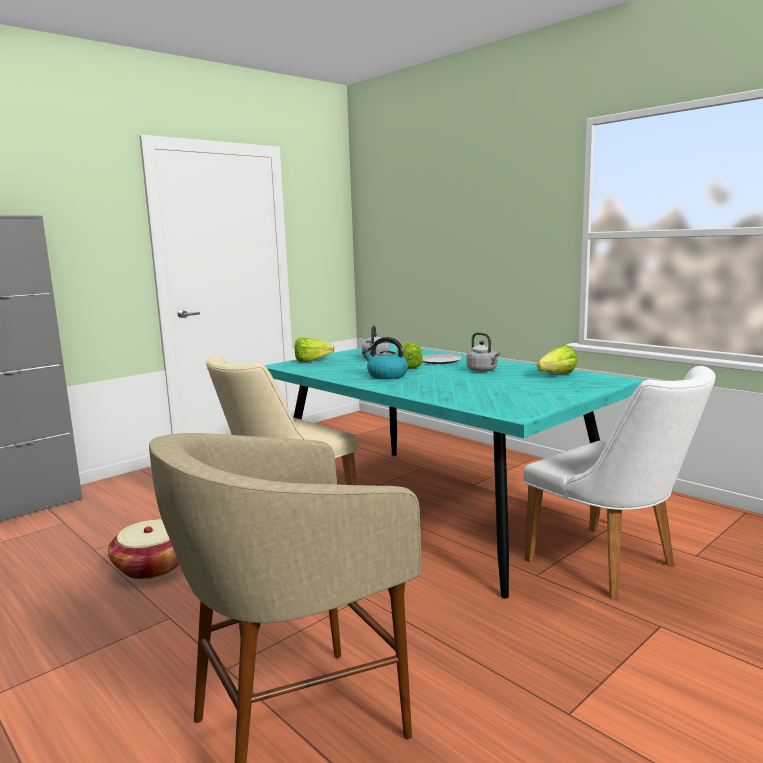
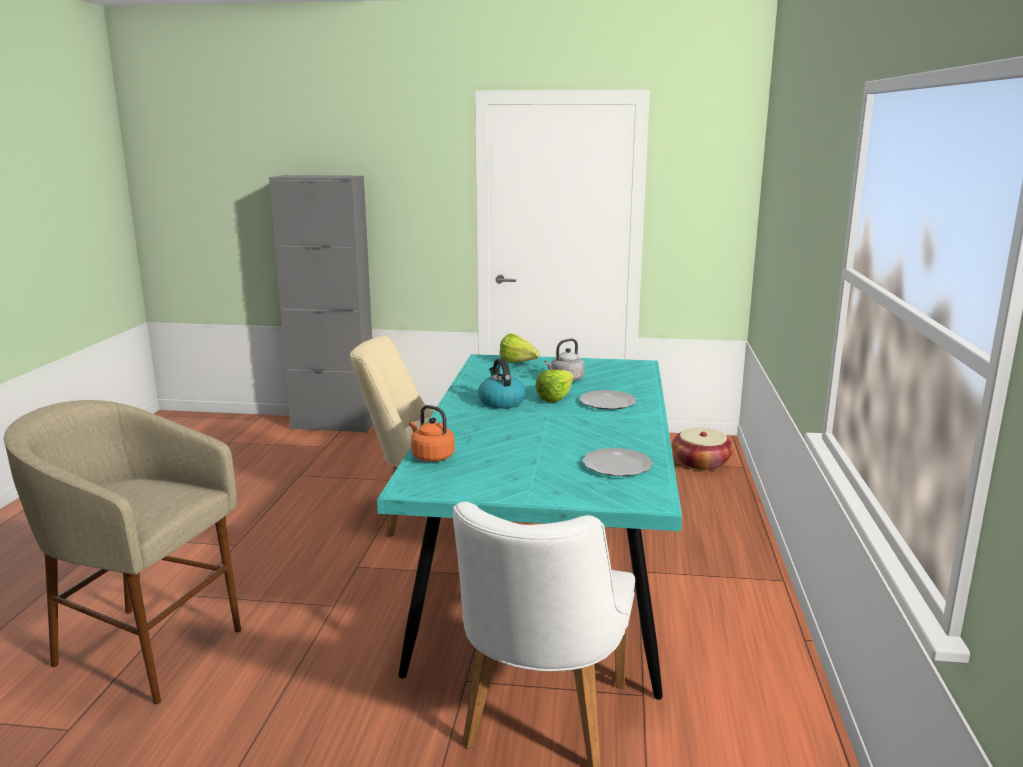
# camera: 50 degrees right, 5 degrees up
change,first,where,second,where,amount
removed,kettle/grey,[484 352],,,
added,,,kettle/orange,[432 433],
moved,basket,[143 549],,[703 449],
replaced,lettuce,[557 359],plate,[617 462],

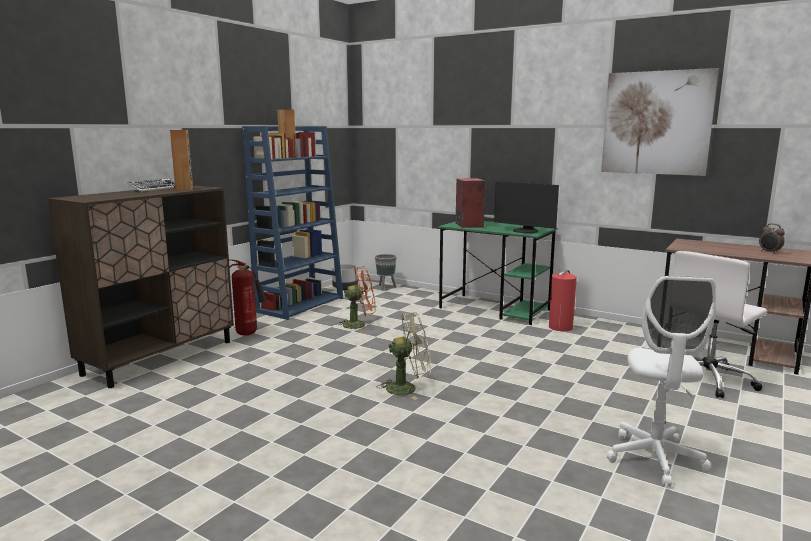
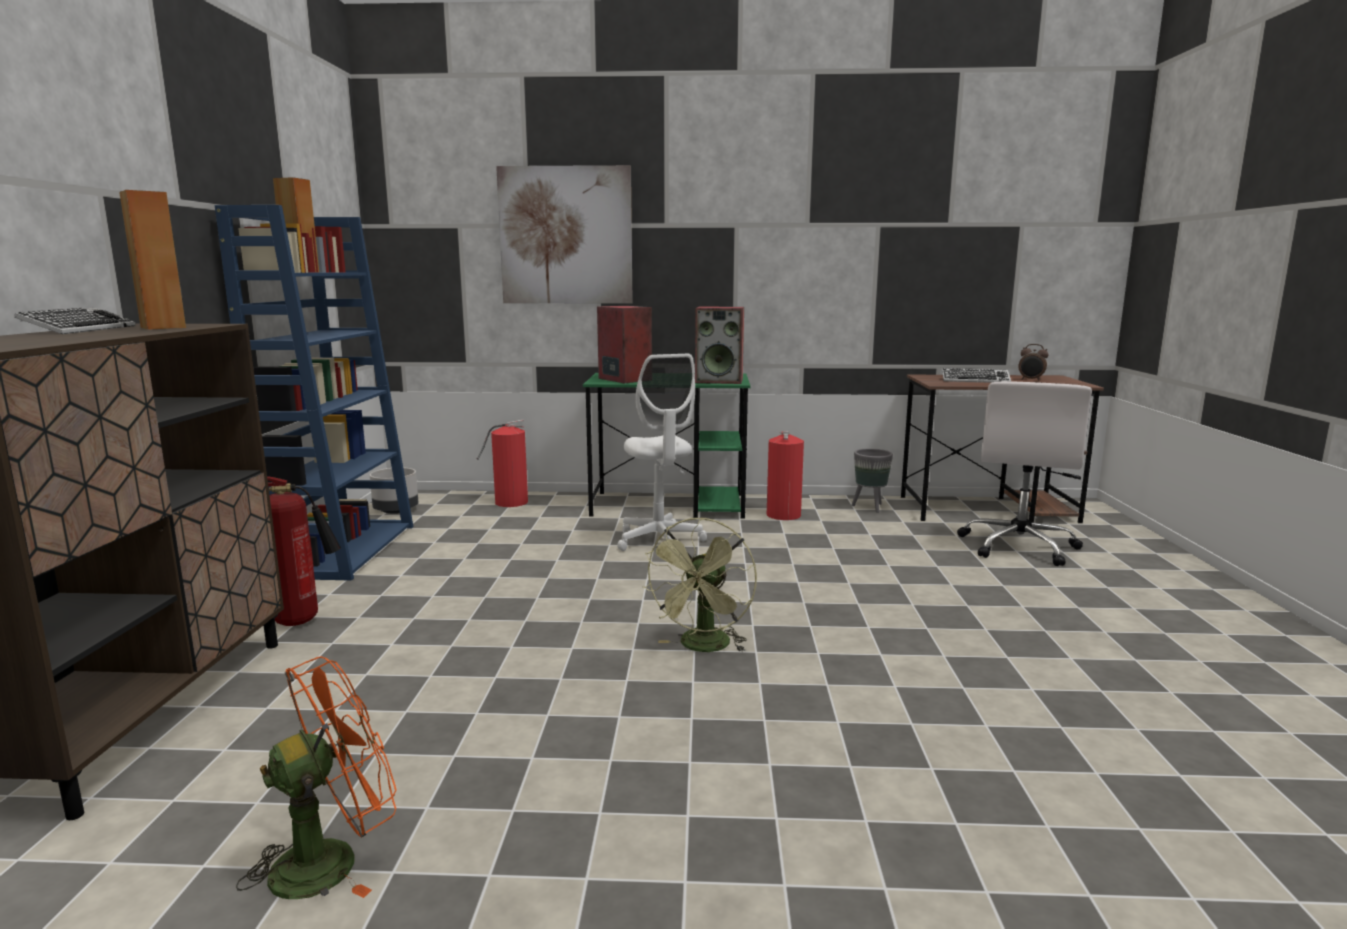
# camera: 30 degrees left, 0 degrees up
change,first,where,second,where,amount
added,,,fire extinguisher,[502 463],
added,,,keyboard,[976 375],
moved,fan/orange,[356 298],,[316 777],
moved,planter/grey,[385 272],,[872 481],
moved,picture,[660 122],,[564 234],
moved,office chair/white,[661 381],,[662 452],
replaced,monitor,[526 207],speaker,[719 345],
turned,fan/green,[404 356],,[700 584],150 degrees clockwise

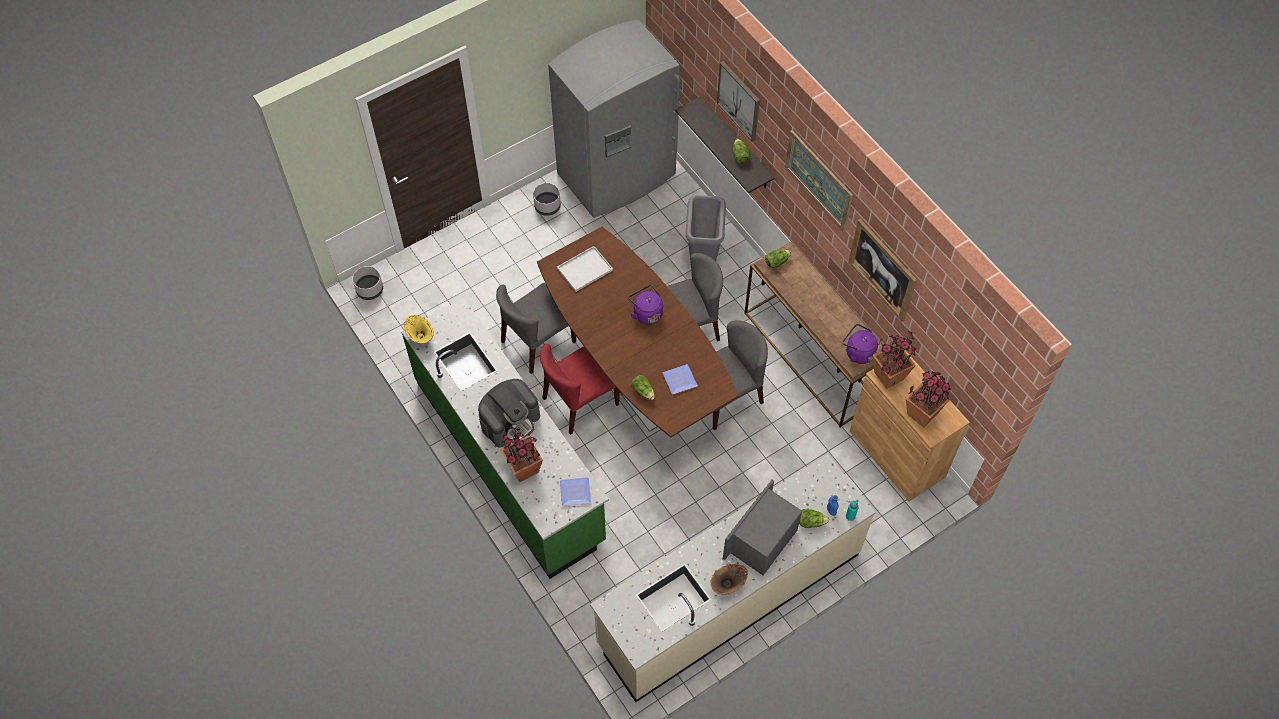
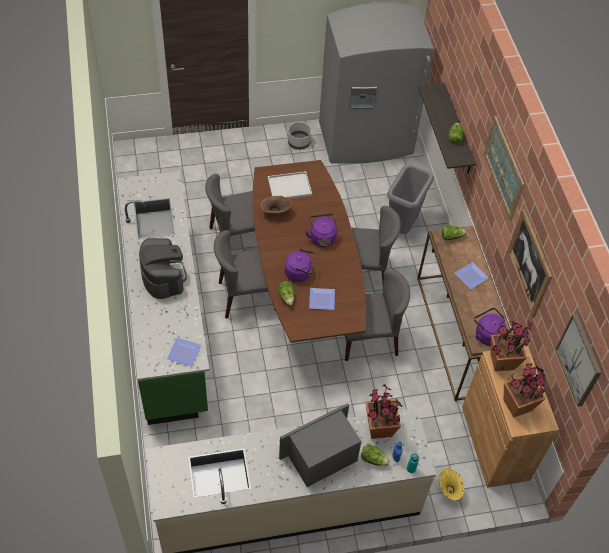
# camera: 20 degrees right, 5 degrees down
change,first,where,second,where,amount
removed,planter/grey,[367 283],,,
added,,,kettle/purple,[299 265],
added,,,plate,[472 275],
moved,vase/yellow,[419 330],,[452 484],
moved,potted plant,[521 455],,[384 411],
moved,vase/brown,[729 579],,[276 206],
moved,picture,[738 101],,[578 360],
recoloured,chair/red,[580 389],chair/grey,[245 274],
turned,coffee machine,[509 413],,[163 268],90 degrees counterclockwise

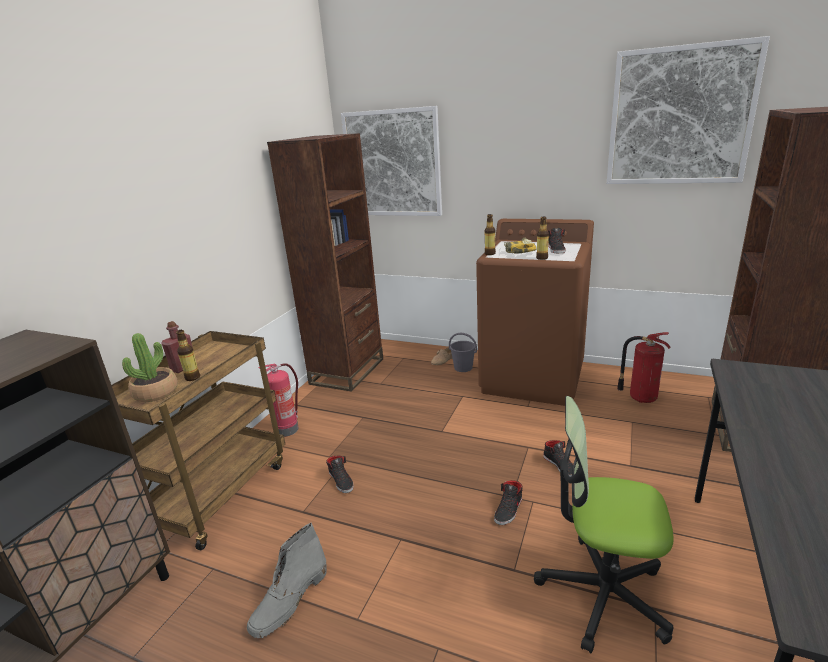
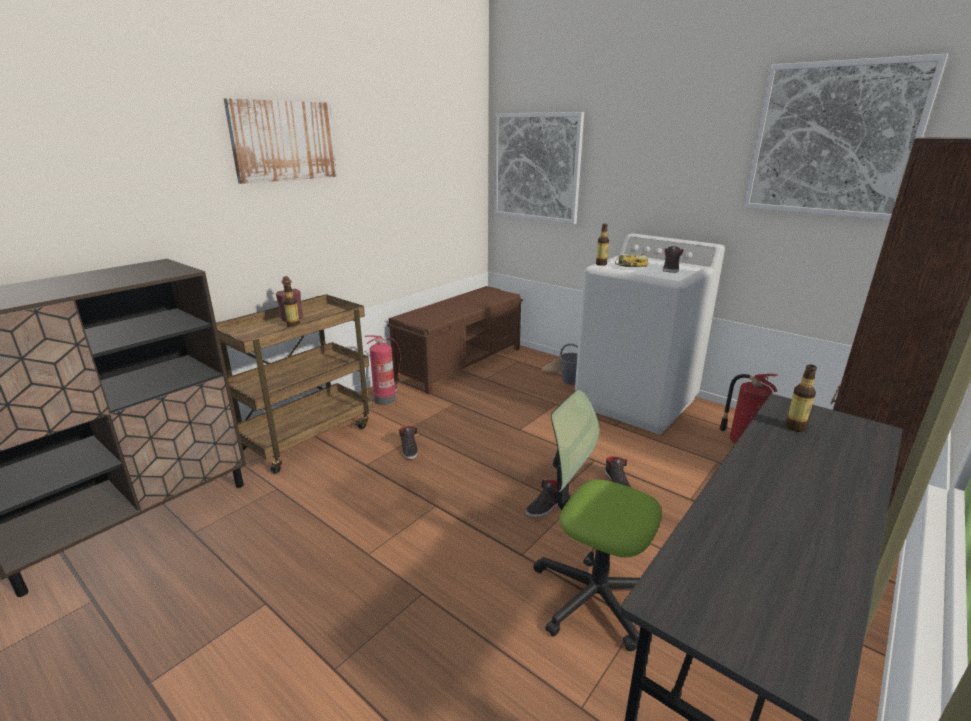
# camera: 15 degrees right, 0 degrees up
change,first,where,second,where,amount
removed,potted plant,[150 367],,,
removed,boot/grey,[287 580],,,
added,,,picture,[280 141],
moved,bottle,[542 238],,[801 398],
replaced,bookcase/brown,[325 262],bench/brown,[455 340],
recoloured,washing machine/brown,[535 312],washing machine/white,[650 333],

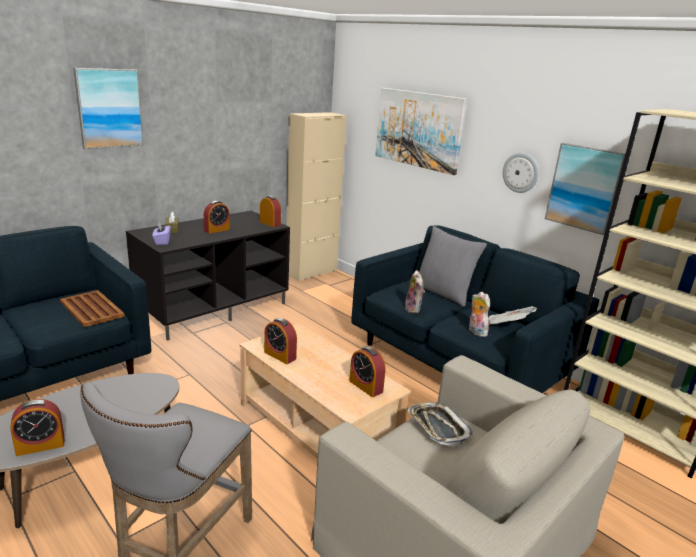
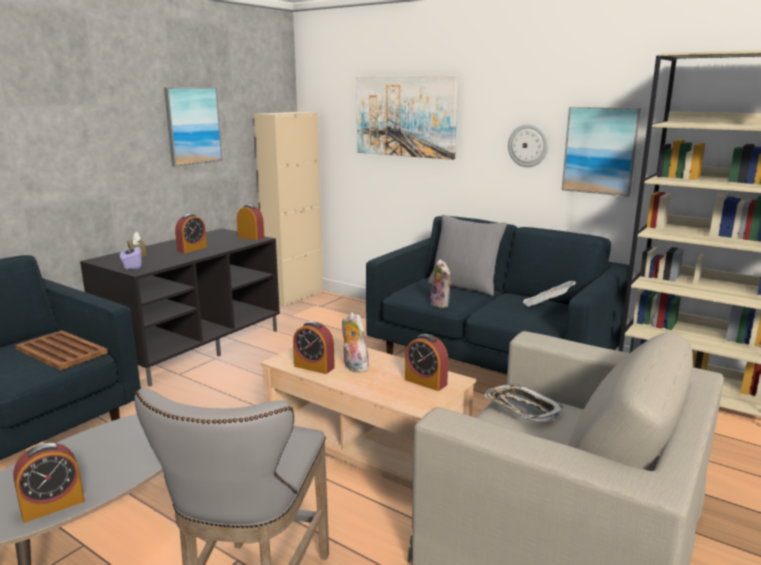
# camera: 10 degrees left, 5 degrees down
change,first,where,second,where,amount
moved,picture,[108 108],,[193 127],
moved,plush toy,[479 314],,[355 342],

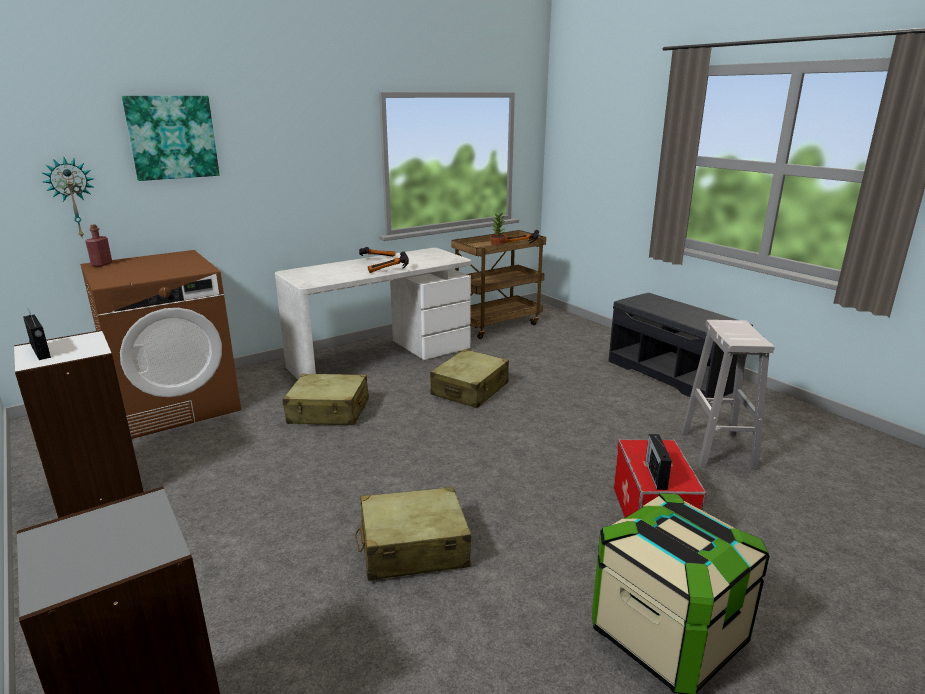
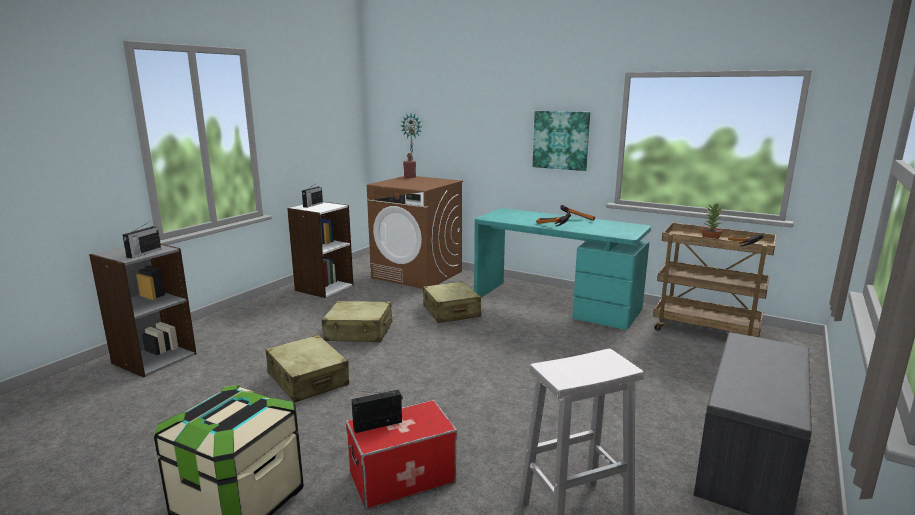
# camera: 65 degrees right, 5 degrees down
change,first,where,second,where,amount
added,,,radio,[141 240],
moved,picture,[171 138],,[561 141],
moved,suitcase/beige,[469 378],,[357 321],
recoloured,desk/white,[373 313],desk/turquoise,[562 269],

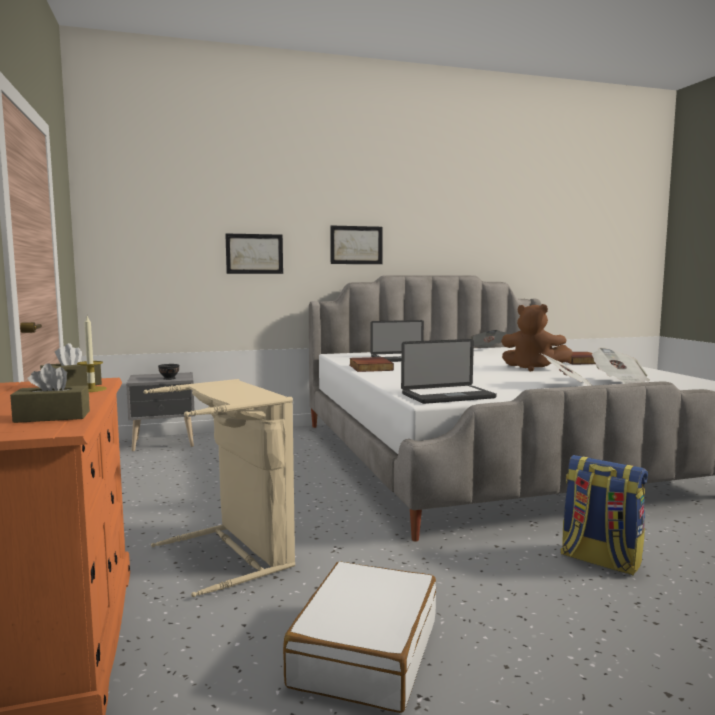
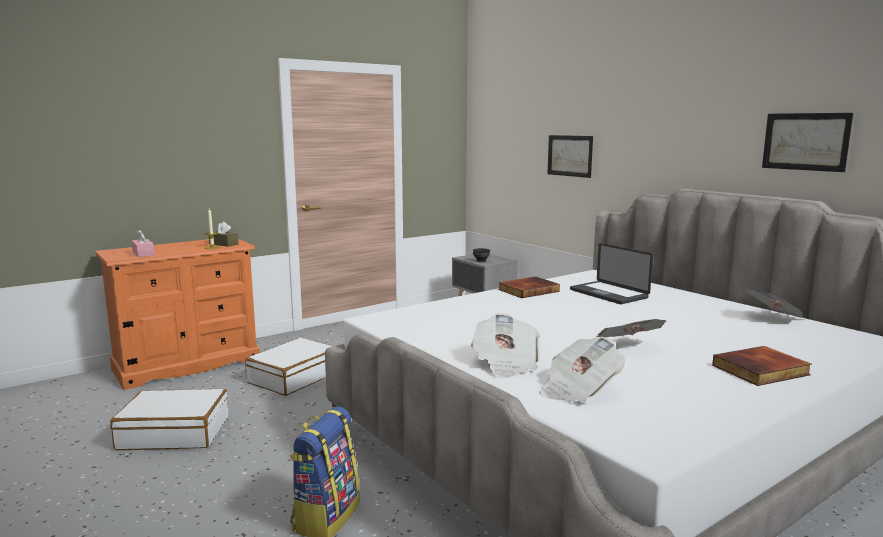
# camera: 70 degrees right, 5 degrees up
change,first,where,second,where,amount
removed,laptop,[449 371],,,
moved,picture,[356 245],,[807 142],
replaced,laundry basket/beige,[219 488],suitcase/white,[289 366],
replaced,plush toy/brown,[537 338],newspaper,[631 328],
recoloured,tissue box/brown,[50 393],tissue box/pink,[143 243],

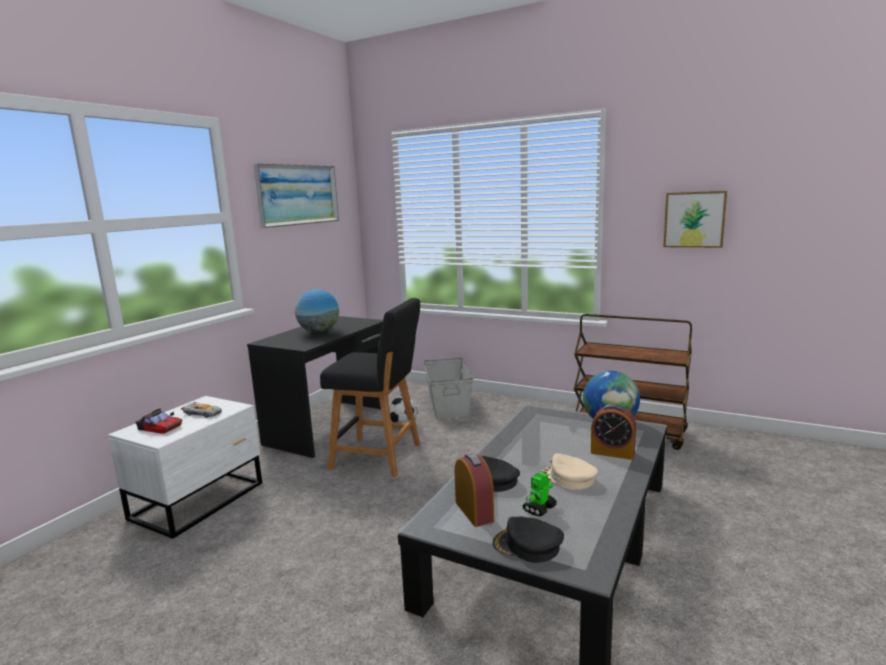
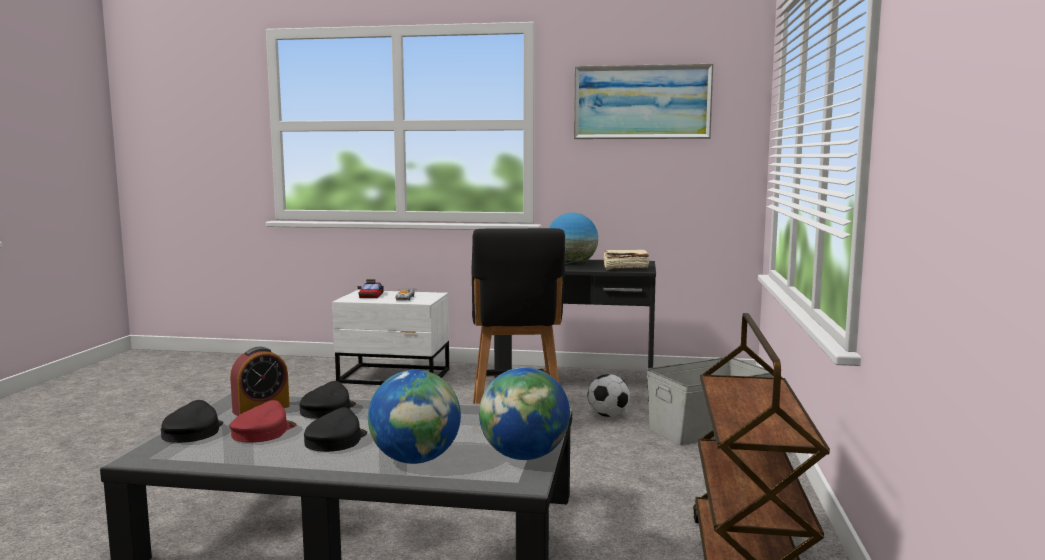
# camera: 70 degrees right, 5 degrees down
change,first,where,second,where,amount
removed,picture,[695 219],,,
added,,,book/beige,[626 260],
replaced,toy robot,[540 494],cap/red,[263 421],
replaced,alarm clock,[613 432],globe,[414 417],
recoloured,cap/beige,[569 471],cap/black,[335 429],

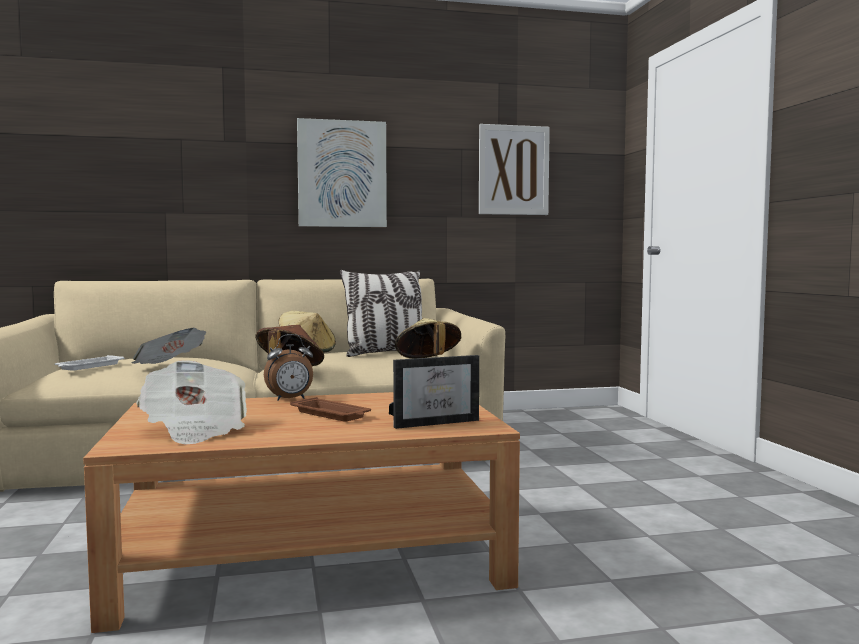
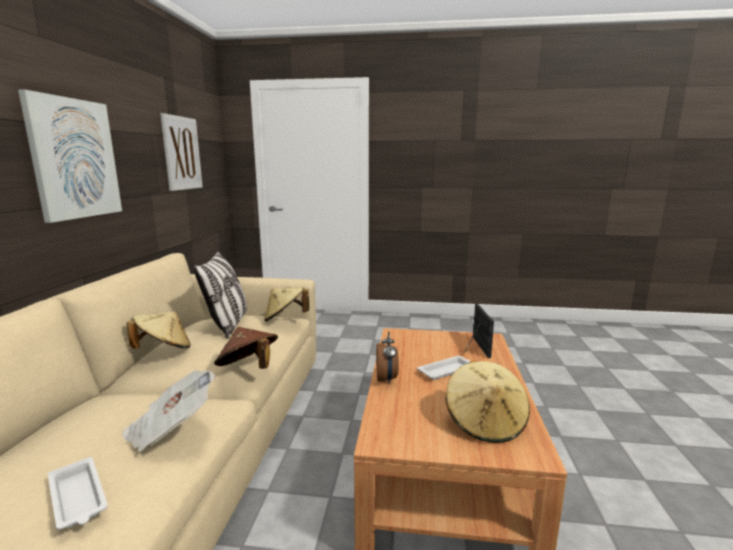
# camera: 70 degrees left, 10 degrees up
change,first,where,second,where,amount
replaced,newspaper,[191 402],hat/beige,[487 402],
recoloured,tray/brown,[330 409],tray/white,[443 368],

